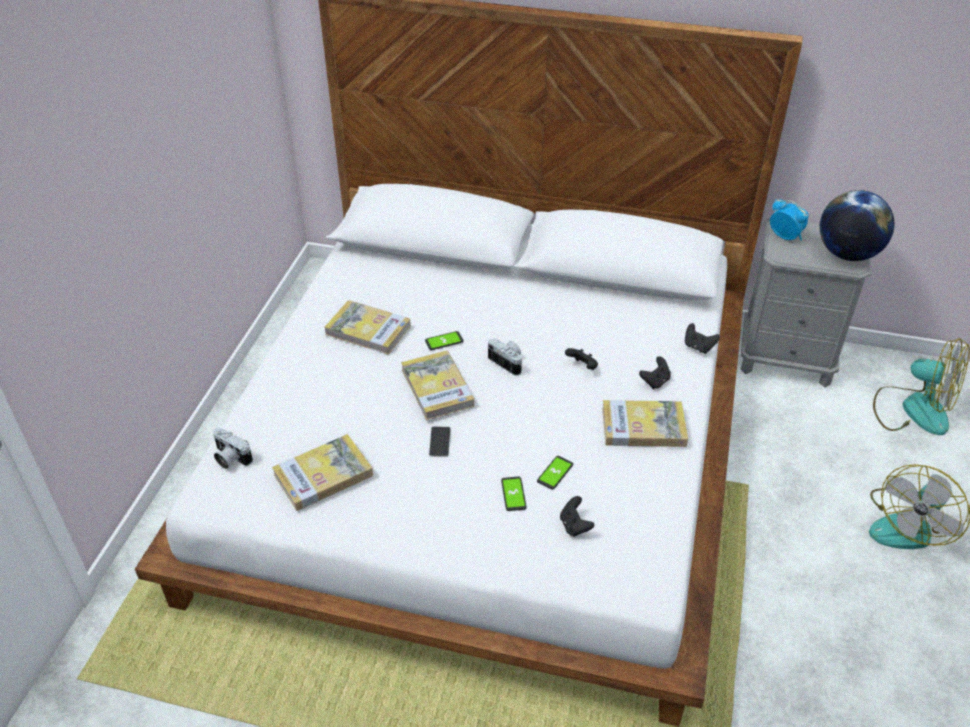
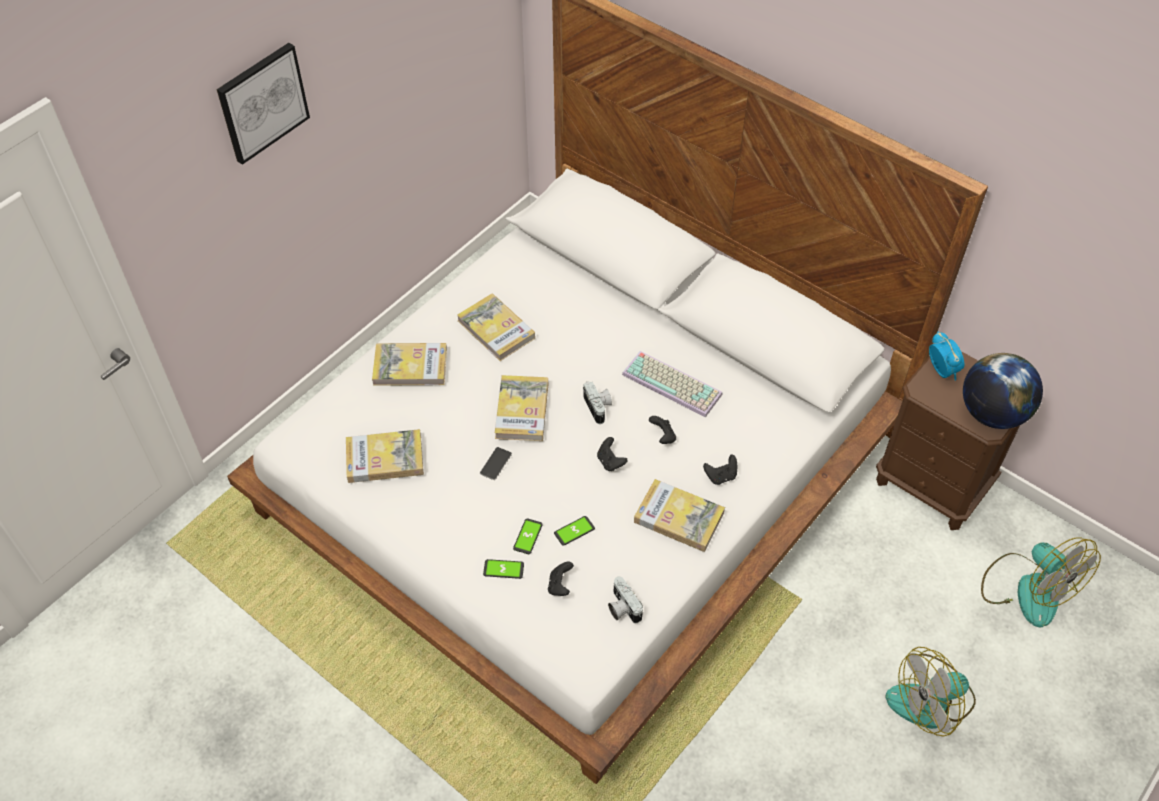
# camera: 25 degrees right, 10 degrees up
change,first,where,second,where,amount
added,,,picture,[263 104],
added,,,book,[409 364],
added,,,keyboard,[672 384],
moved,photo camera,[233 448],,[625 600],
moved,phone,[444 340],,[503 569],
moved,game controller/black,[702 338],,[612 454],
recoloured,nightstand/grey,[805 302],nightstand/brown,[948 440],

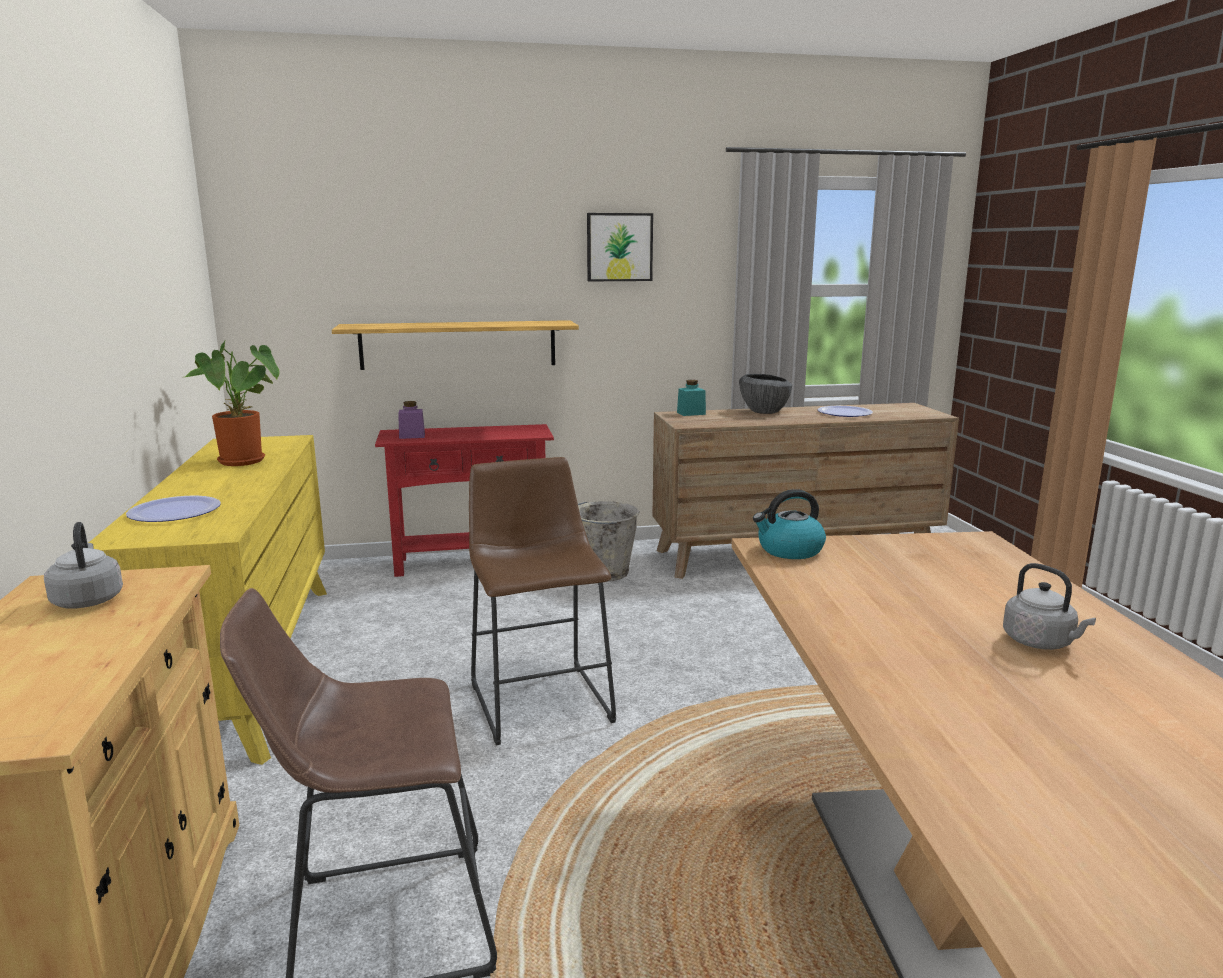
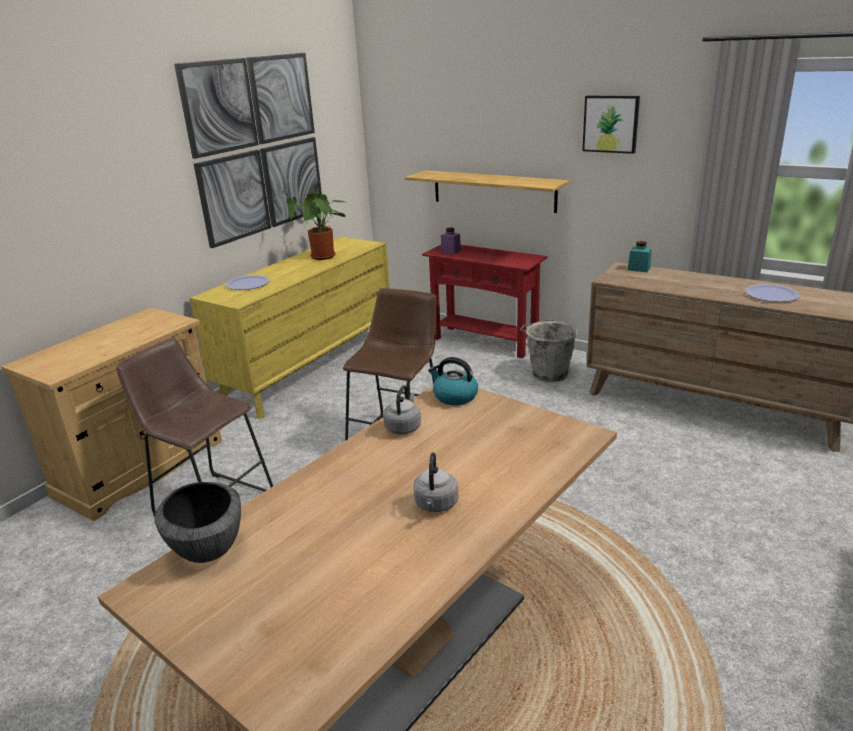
# camera: 45 degrees right, 10 degrees up
change,first,where,second,where,amount
added,,,picture,[248 150],
moved,kettle/grey,[83 565],,[402 409],
moved,bowl,[765 394],,[197 522],

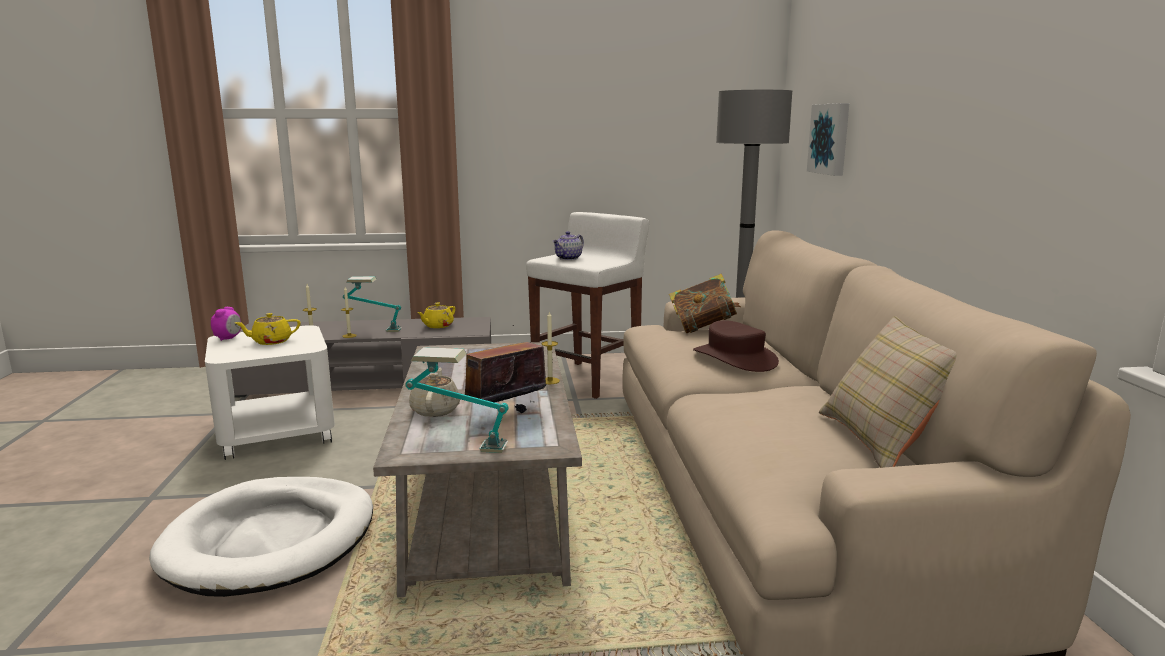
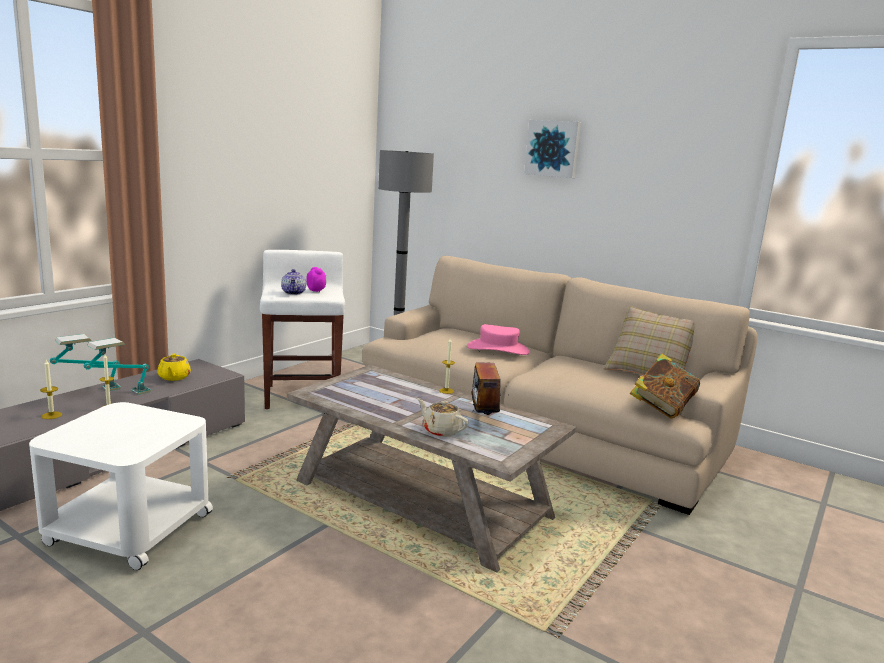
# camera: 50 degrees left, 0 degrees up
change,first,where,second,where,amount
removed,dog bed/white,[261 537],,,
removed,teapot/yellow,[268 329],,,
moved,alarm clock,[226 324],,[316 279],
moved,table lamp,[457 400],,[85 362],
moved,book,[705 303],,[665 386],
moved,picture,[828 139],,[552 149],
recoloured,hat/brown,[736 346],hat/pink,[498 339],

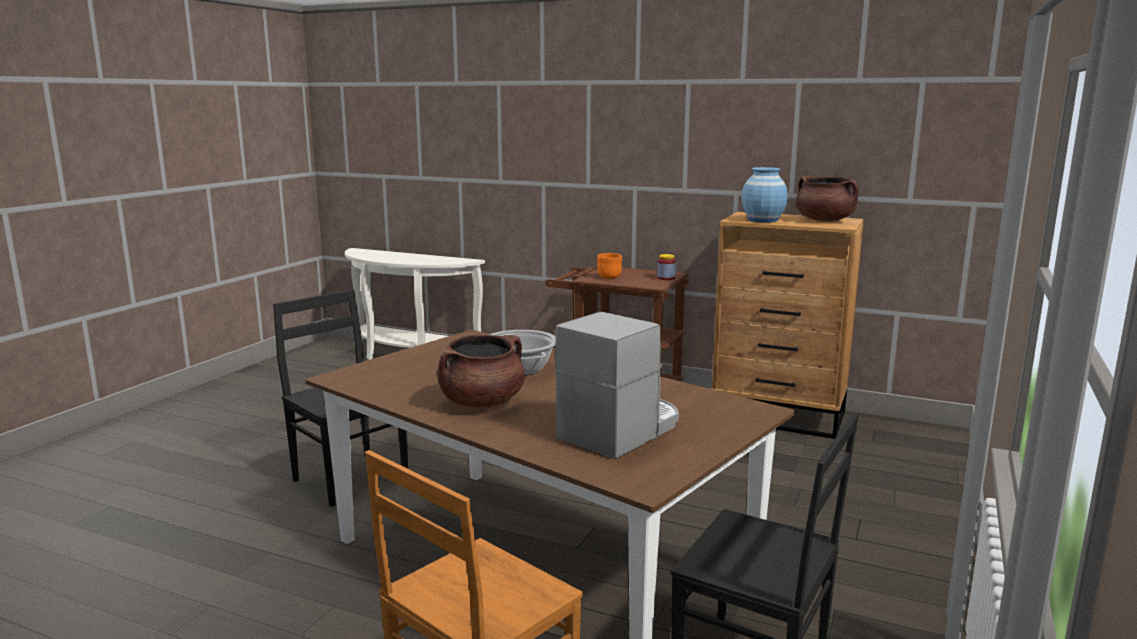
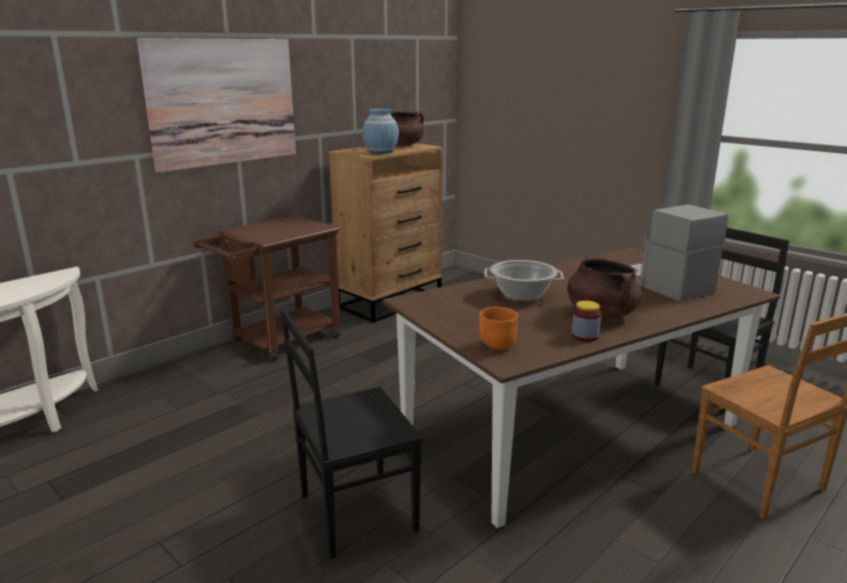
# camera: 70 degrees left, 5 degrees up
change,first,where,second,where,amount
added,,,picture,[216 105],
moved,bowl/orange,[609 266],,[498 328],
moved,jar,[666 267],,[586 321],

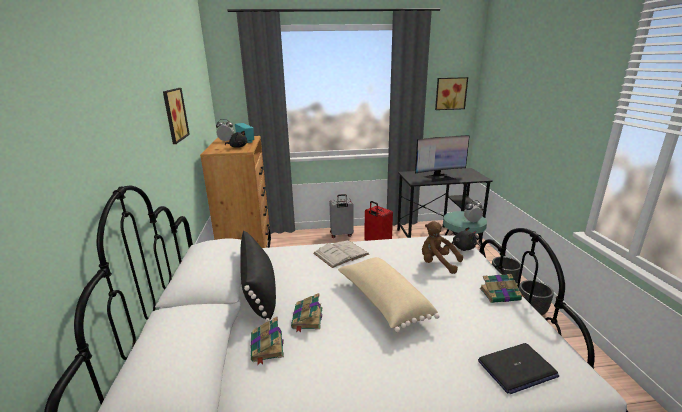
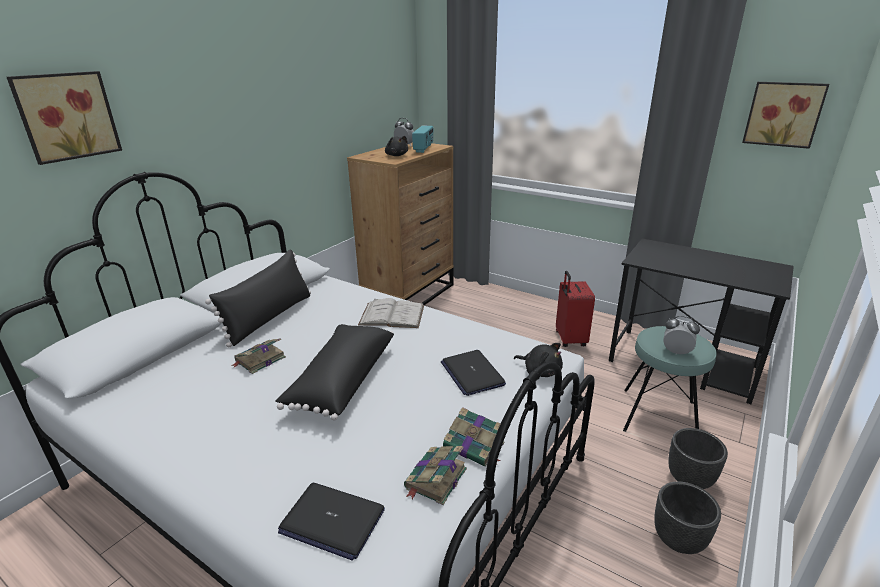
# camera: 40 degrees right, 5 degrees up
change,first,where,second,where,amount
removed,suitcase/grey,[341 216],,,
removed,monitor,[442 158],,,
moved,picture,[176 116],,[64 118],
moved,book,[267 341],,[435 475],
replaced,plush toy/brown,[442 247],laptop,[473 373],
recoloured,pillow/beige,[389 294],pillow/black,[334 372],

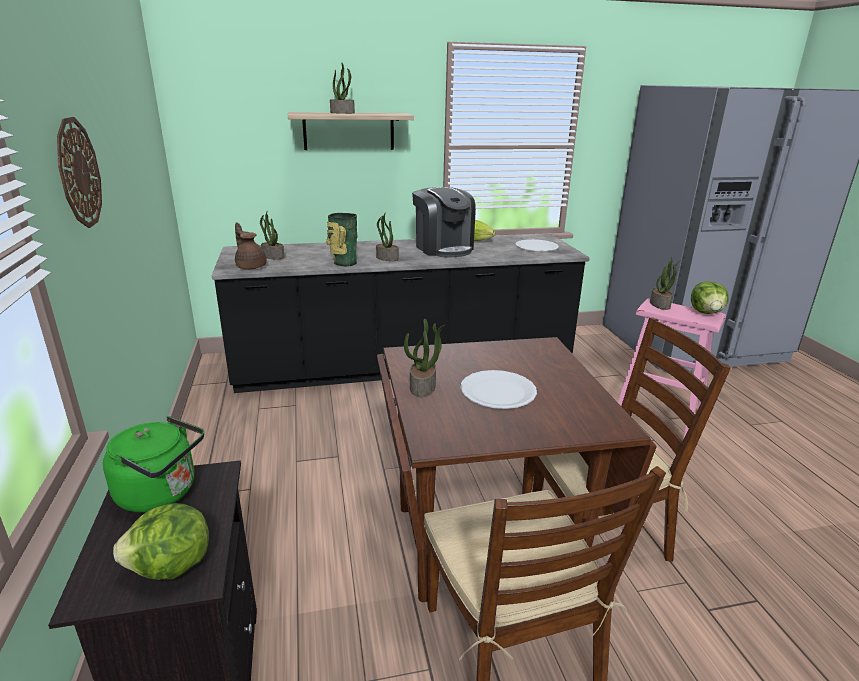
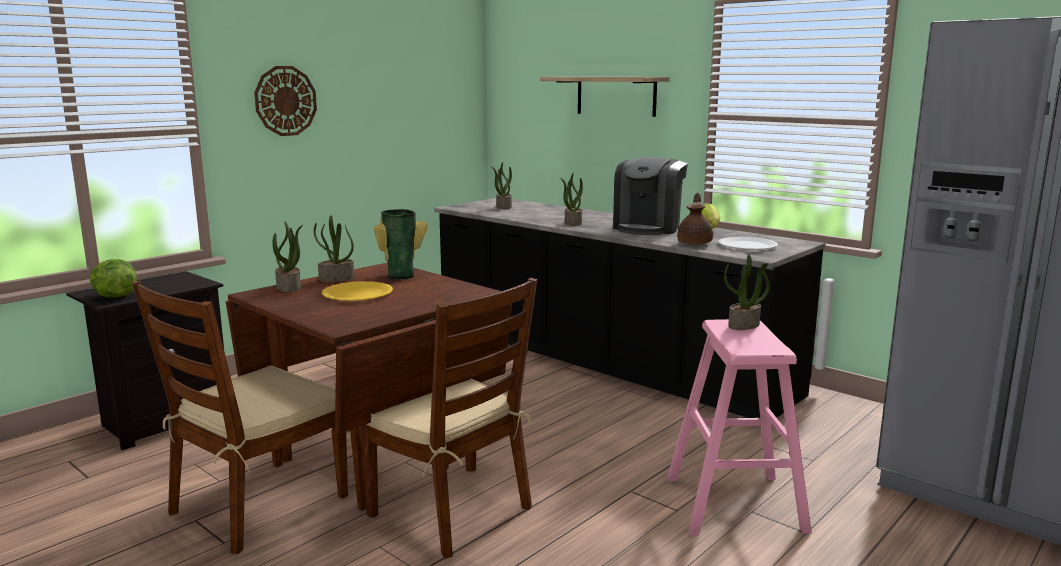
# camera: 55 degrees right, 10 degrees down
change,first,where,second,where,amount
removed,kettle/green,[153 464],,,
removed,lettuce,[709 298],,,
moved,teapot/brown,[251 246],,[695 219],
moved,vase,[341 240],,[401 244],
moved,potted plant,[342 88],,[287 256],
recoloured,plate/white,[499 389],plate/yellow,[357 291],

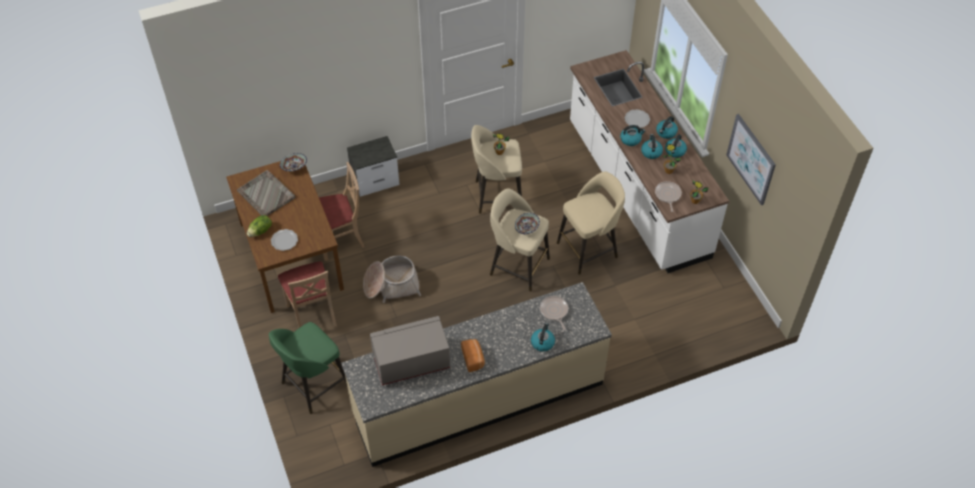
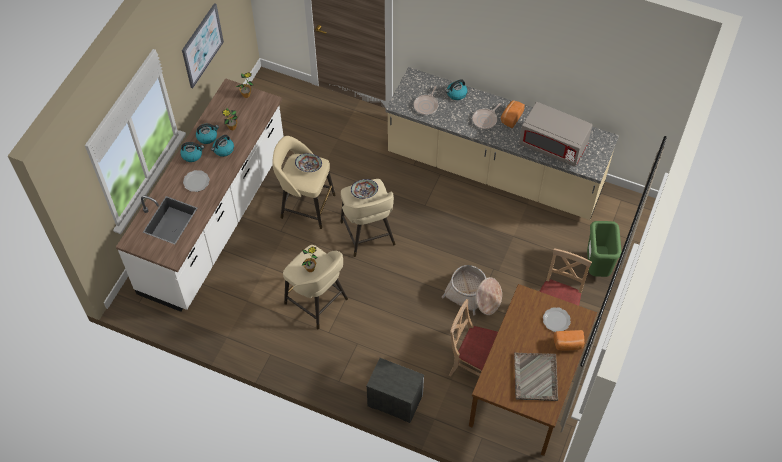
# camera: 135 degrees left, 5 degrees up
change,first,where,second,where,amount
removed,kettle,[632 135],,,
moved,bowl,[293 162],,[308 162],
moved,frying pan,[668 196],,[486 116],
replaced,lettuce,[259 226],bread,[568 340],
replaced,stool/green,[308 368],trash can/green,[604 249],

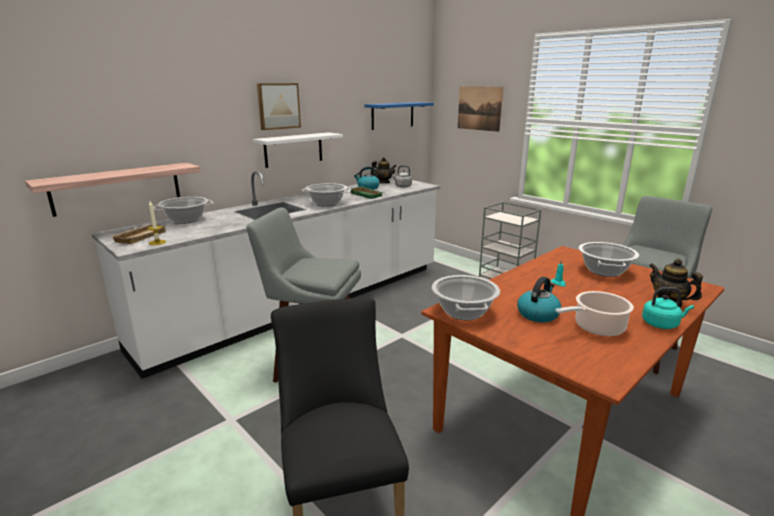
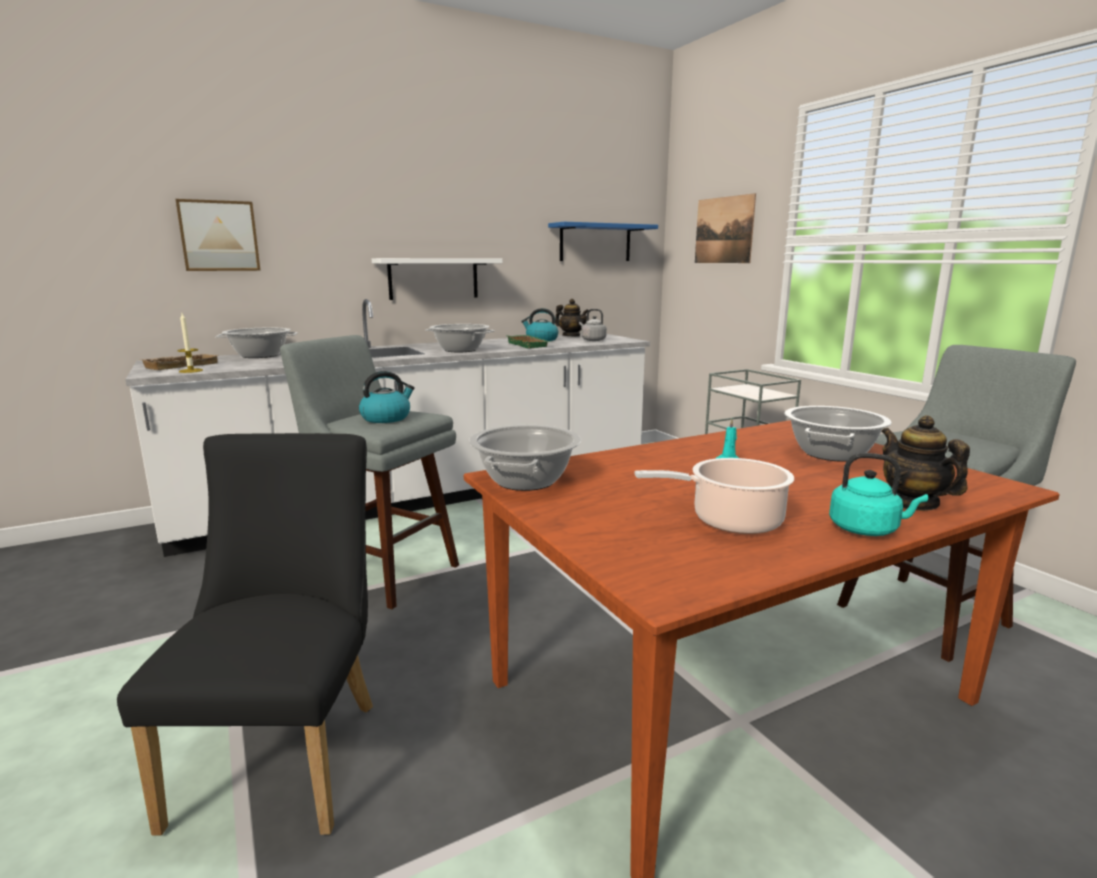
# camera: 15 degrees right, 5 degrees down
change,first,where,second,where,amount
removed,shelf,[113 190],,,
moved,picture,[279 106],,[218 235],
moved,kettle,[539 299],,[387 397],

